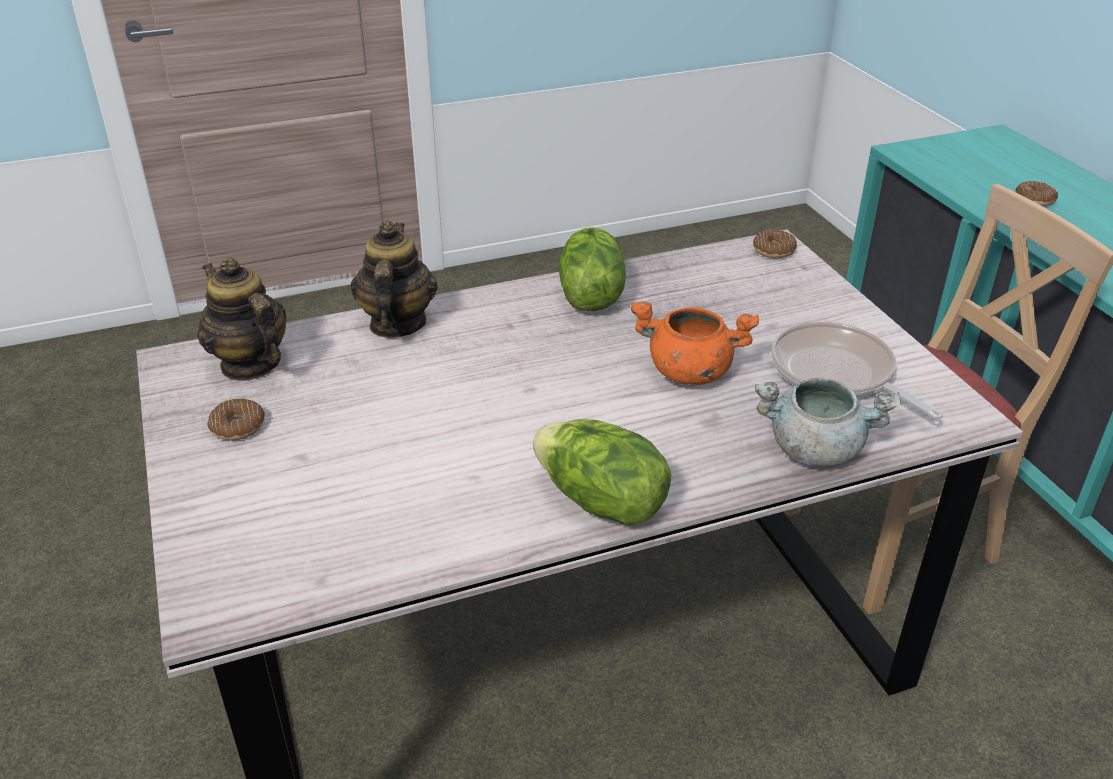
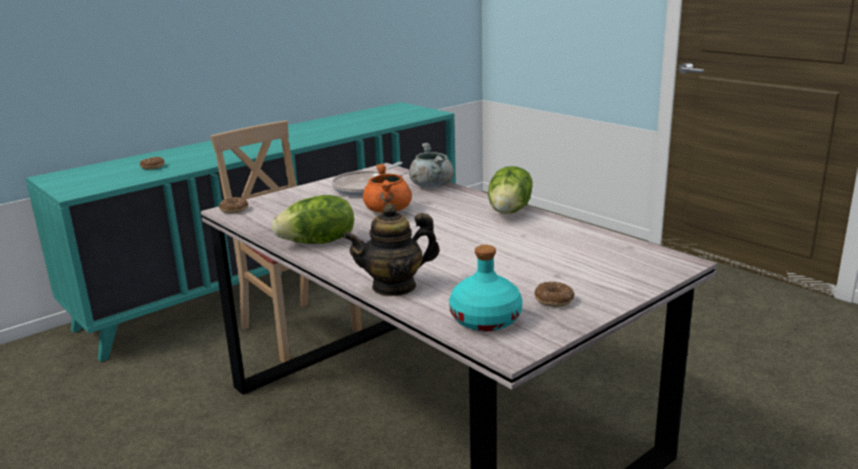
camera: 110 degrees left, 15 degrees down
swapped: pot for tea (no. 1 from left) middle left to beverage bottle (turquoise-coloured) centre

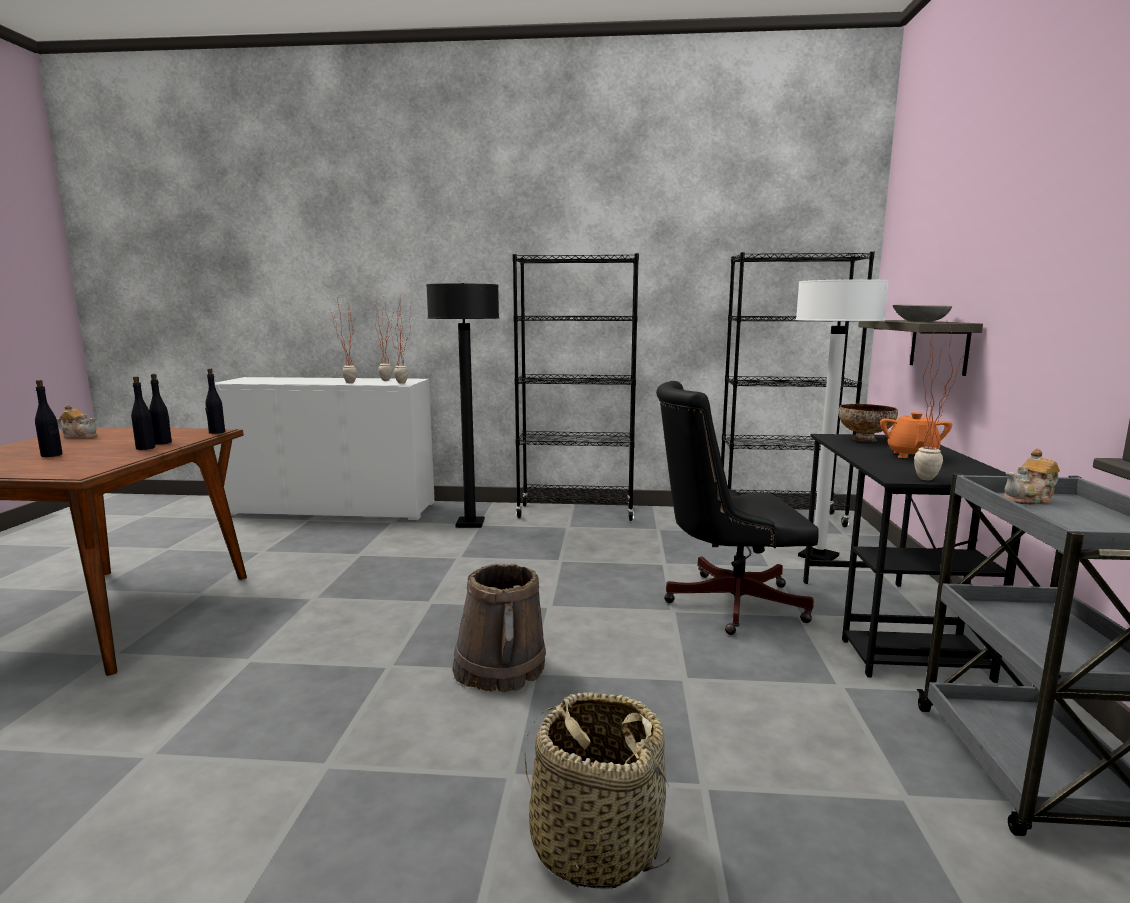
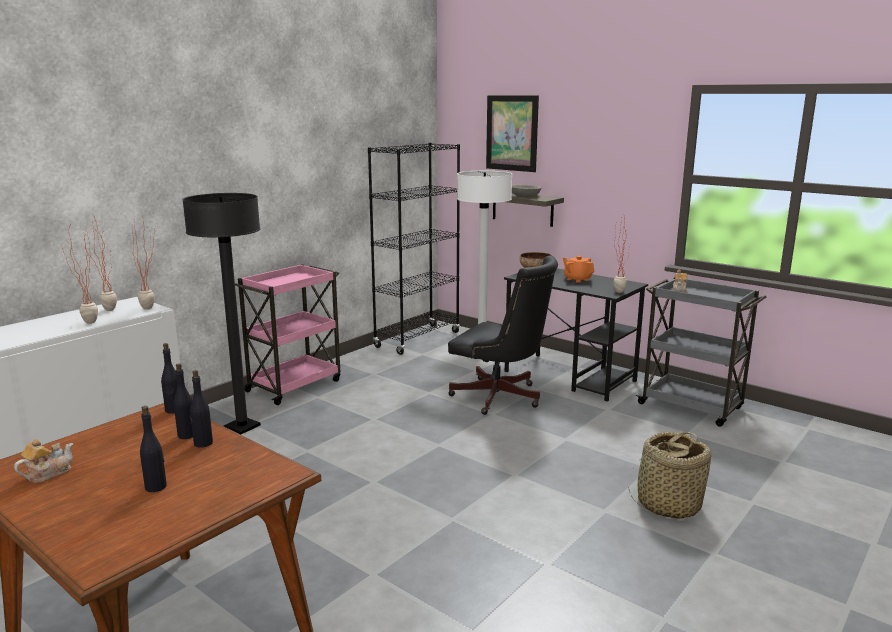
camera: 55 degrees left, 5 degrees up
gone: pail (brown) bottom centre
new: wall picture top centre
swapped: bookcase (black) (no. 1 from left) centre to wheeled cart (pinkish) middle left
rotated: computer chair (black) centre = centre 90 degrees counterclockwise

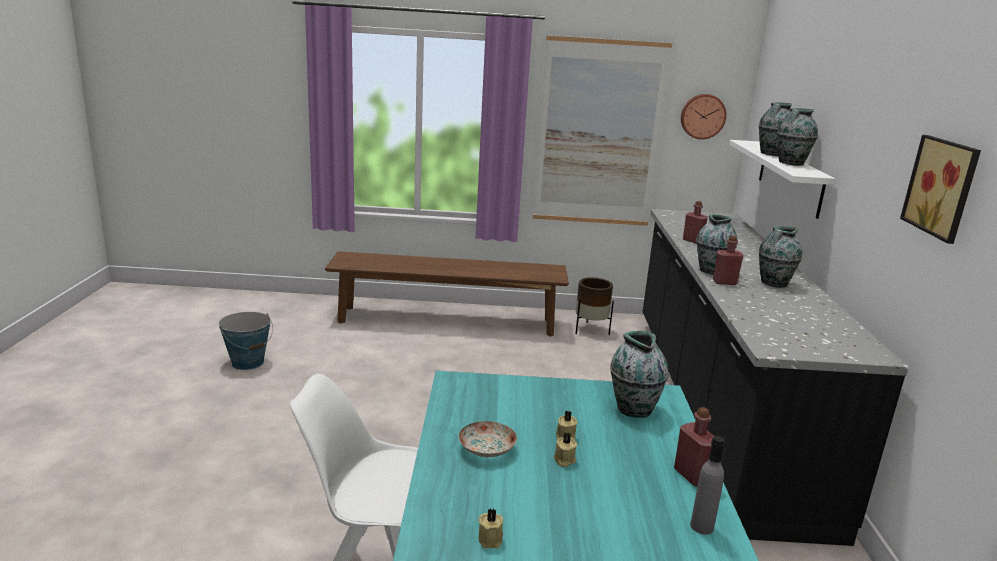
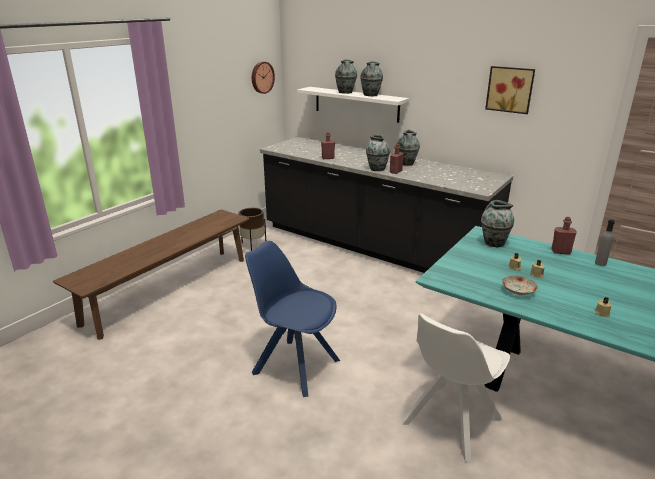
camera: 55 degrees left, 5 degrees up
gone: pail middle left; wall picture (no. 1 from left) top centre
new: plain chair (bluish) centre

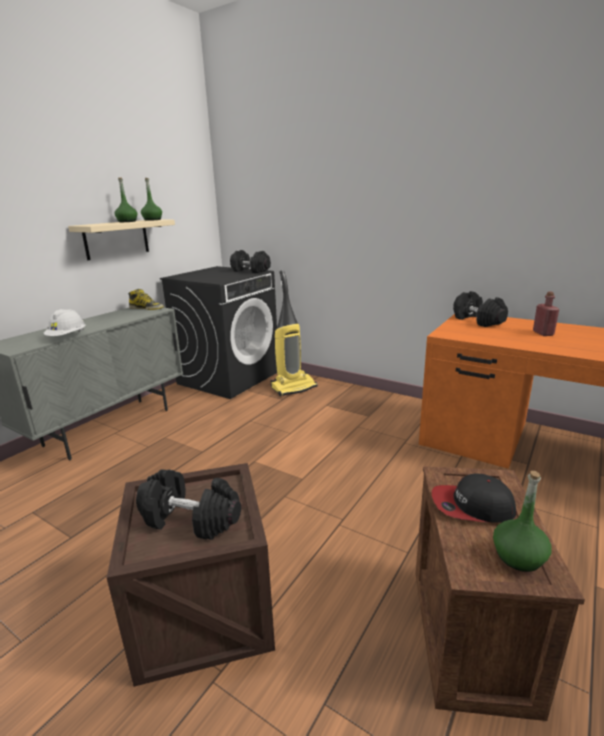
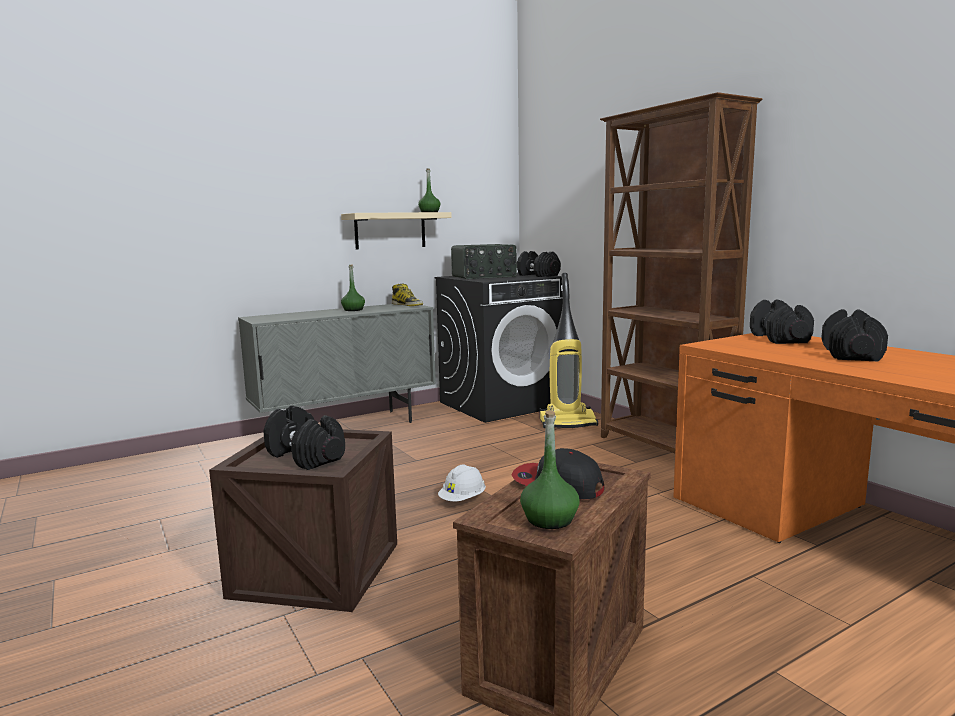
camera: 25 degrees right, 10 degrees down
new: radio centre; bookcase (brown) middle right
shifted: safety helmet (white-coloured) middle left to bottom centre; beverage bottle (green) (no. 1 from left) top left to centre
swapped: beverage bottle (reddish) middle right to free weight (black) (no. 4 from left) middle right

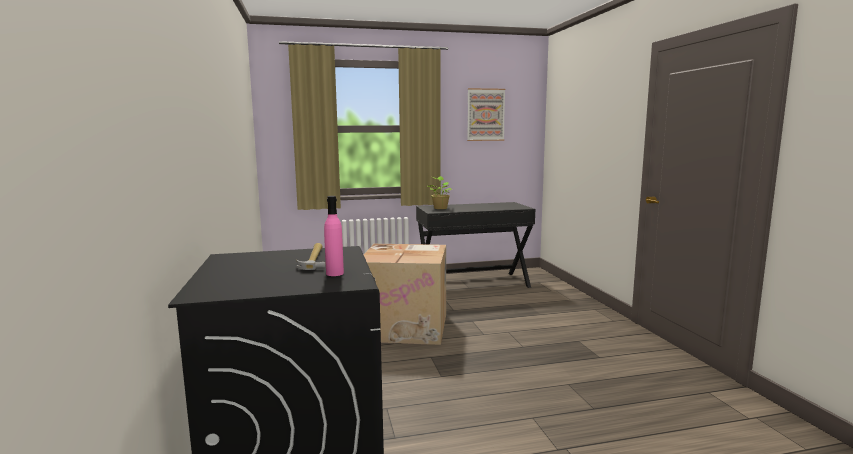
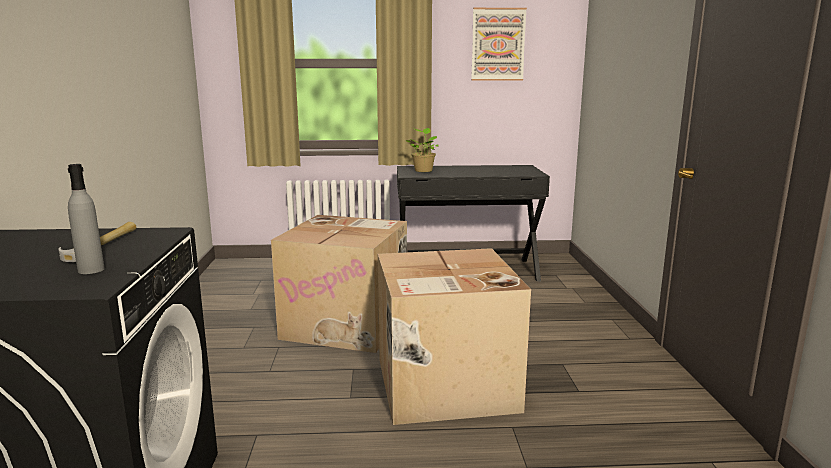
camera: 10 degrees right, 5 degrees up
new: packing box (no. 2 from left) bottom centre
repainted: beverage bottle (pinkish) centre to beverage bottle (greyish) middle left

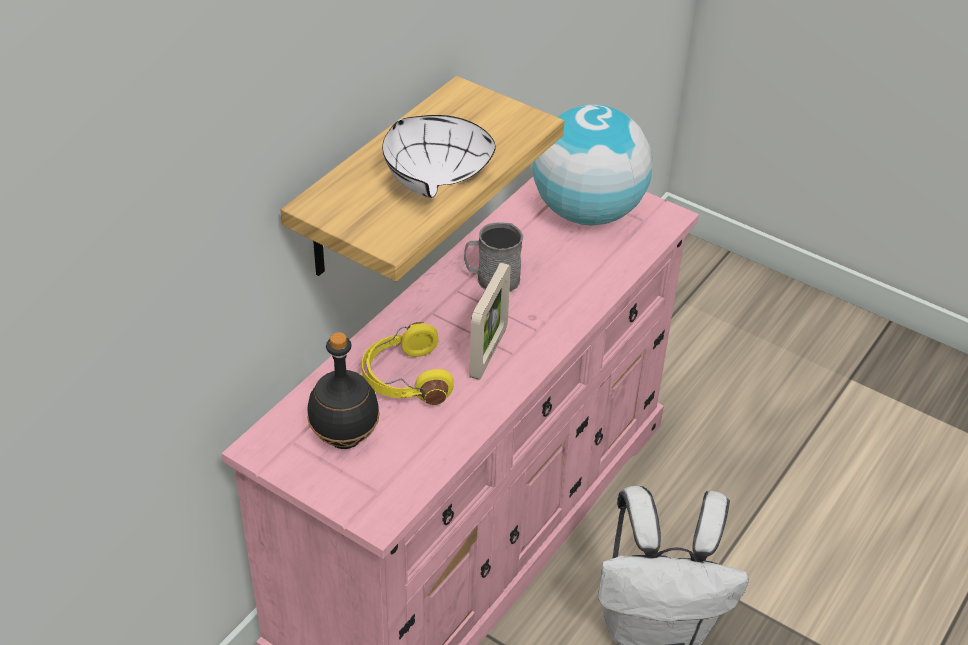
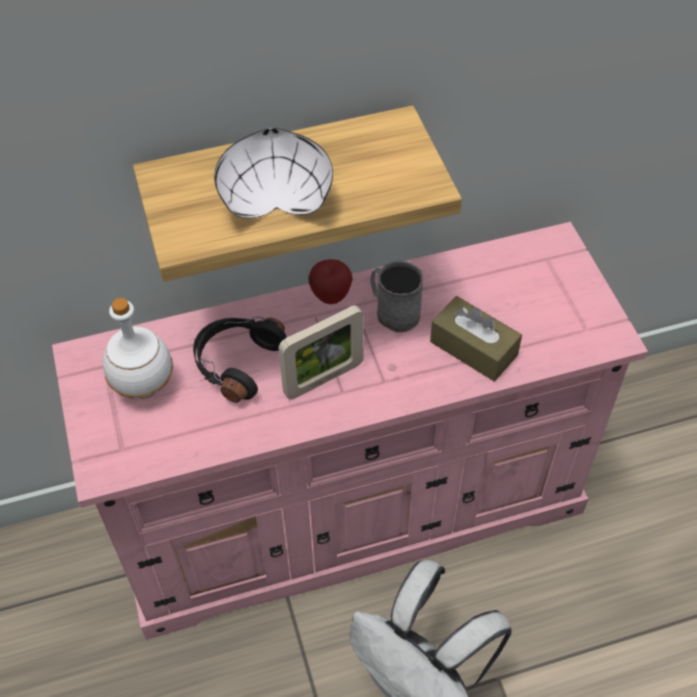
camera: 40 degrees right, 10 degrees up
gone: desk globe top centre
new: apple fruit centre; box of tissues (brown) middle right
repainted: beverage bottle (black) centre to beverage bottle (white-coloured) middle left; headphones (yellow-coloured) centre to headphones (black) centre

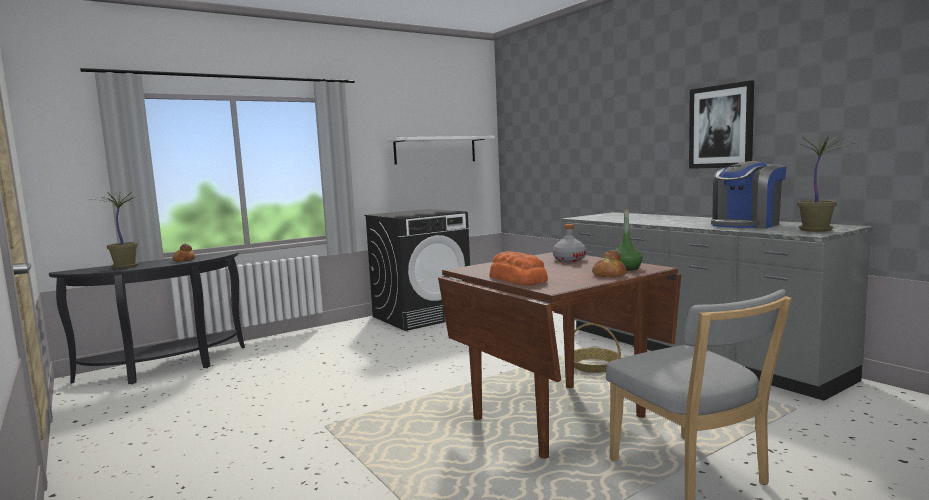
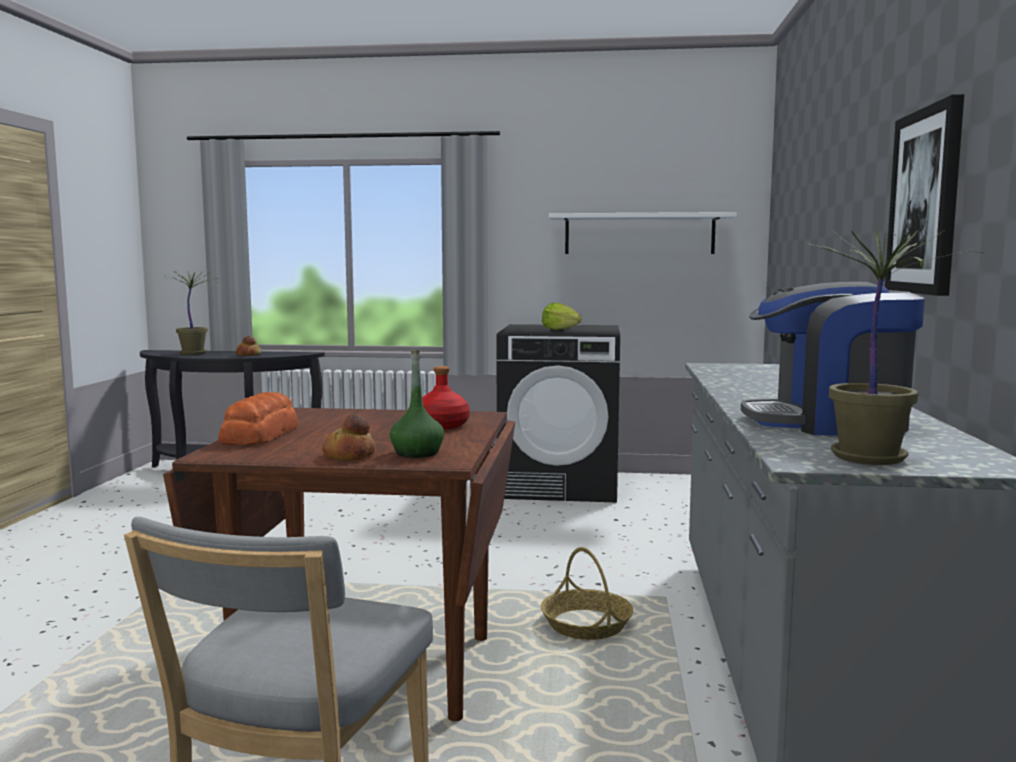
camera: 40 degrees right, 0 degrees up
new: lettuce head centre
repainted: beverage bottle (greyish) centre to beverage bottle (reddish) centre

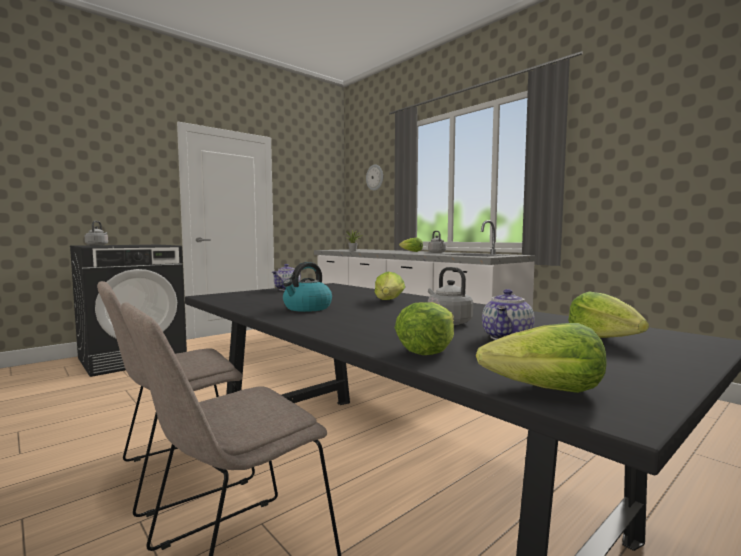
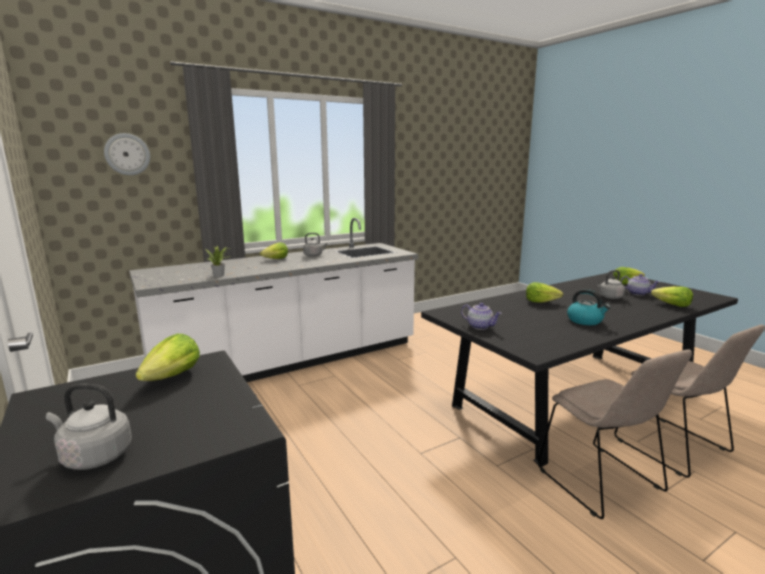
camera: 80 degrees left, 10 degrees up
shifted: lettuce head (no. 4 from left in the first image) middle right to lettuce head (no. 1 from left) middle left

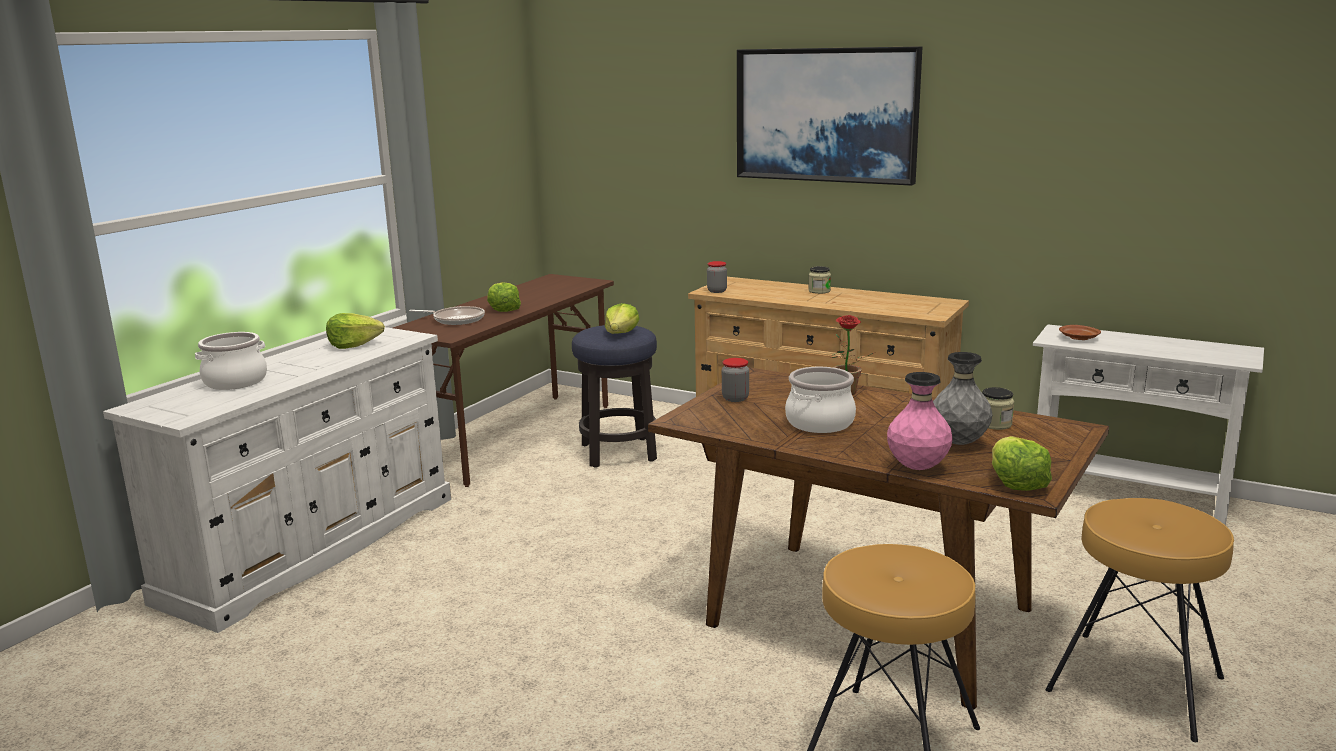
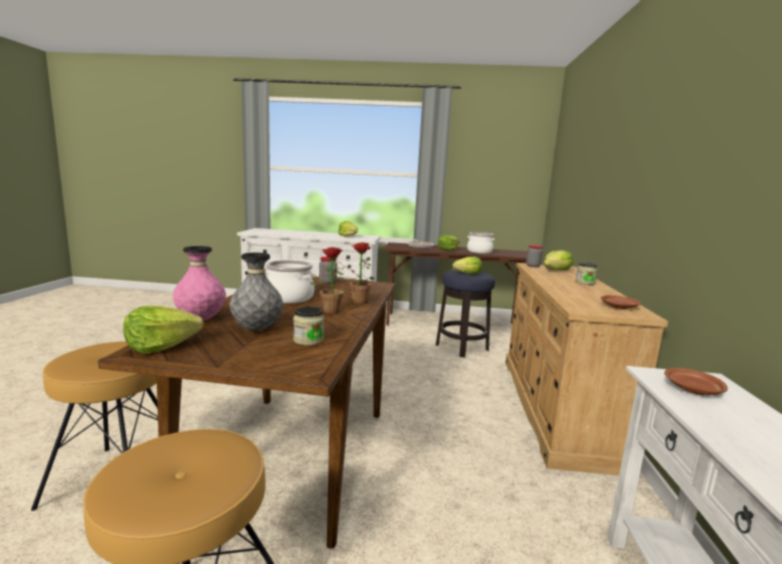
camera: 65 degrees right, 5 degrees down
gone: wall picture top centre
new: potted plant (no. 1 from left) centre; lettuce head (no. 5 from left) middle right; dinner plate (brown) (no. 1 from left) middle right
shifted: stockpot (no. 1 from left in the first image) middle left to stockpot (no. 2 from left) centre

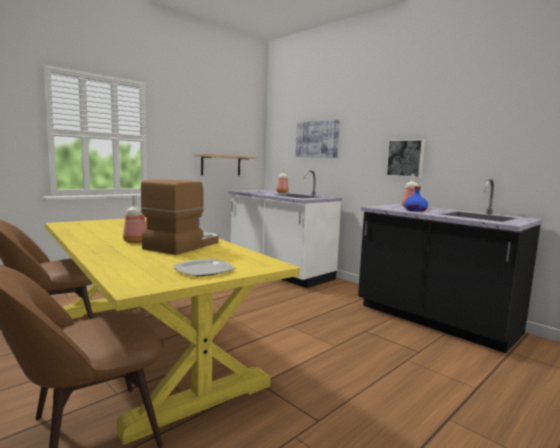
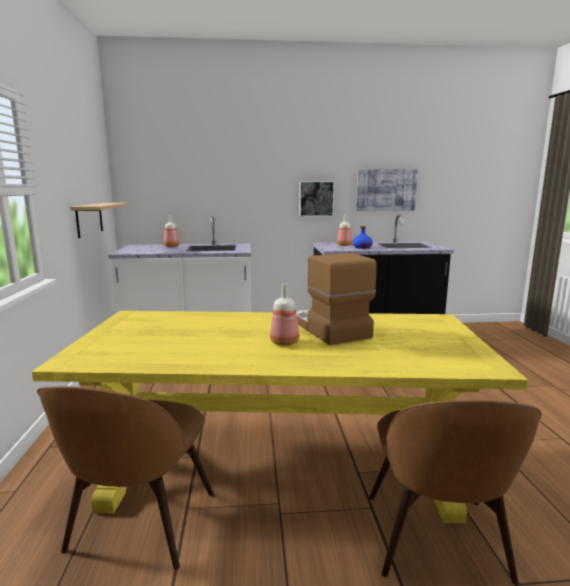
camera: 50 degrees left, 5 degrees up
gone: dinner plate centre
shifted: wall picture (no. 1 from left in the first image) top centre to wall picture (no. 2 from left) top right

